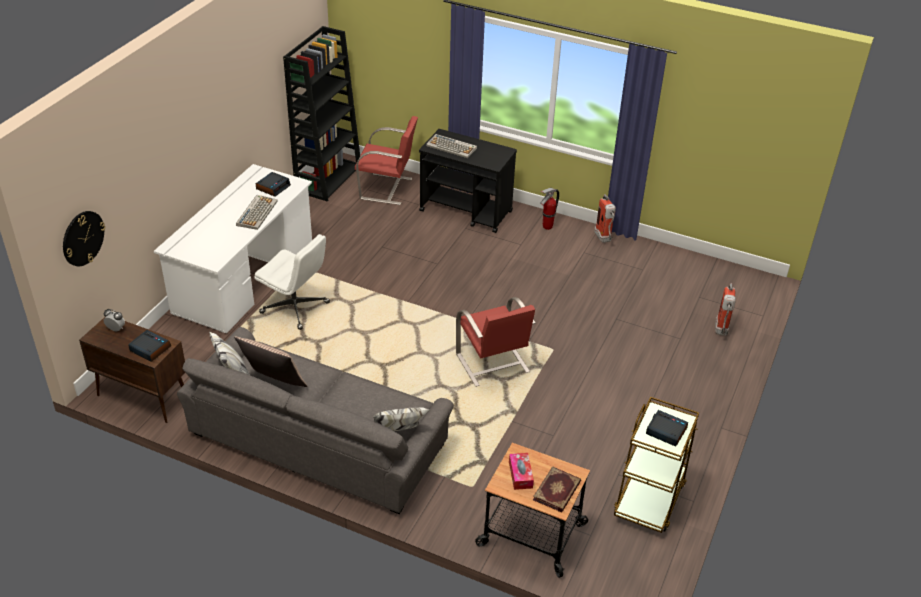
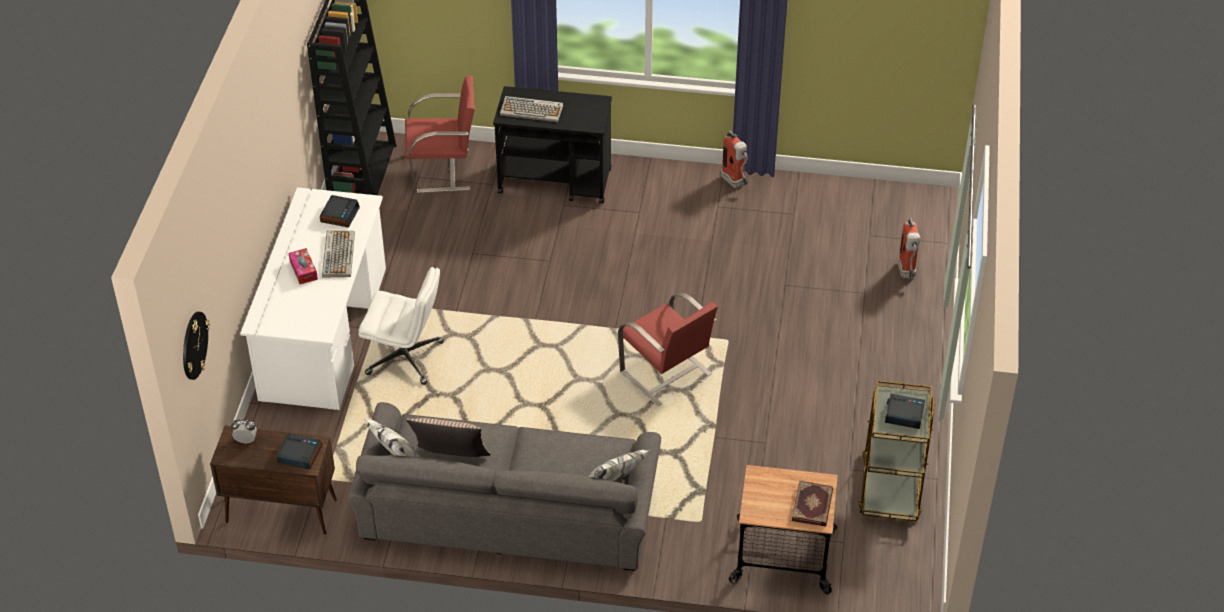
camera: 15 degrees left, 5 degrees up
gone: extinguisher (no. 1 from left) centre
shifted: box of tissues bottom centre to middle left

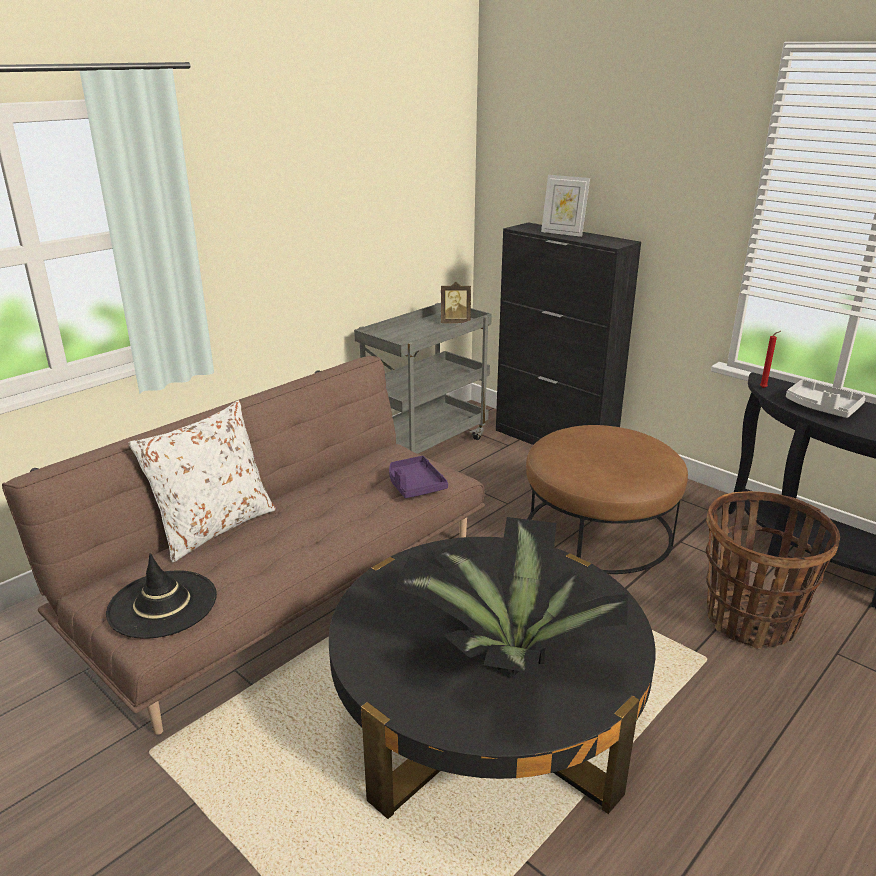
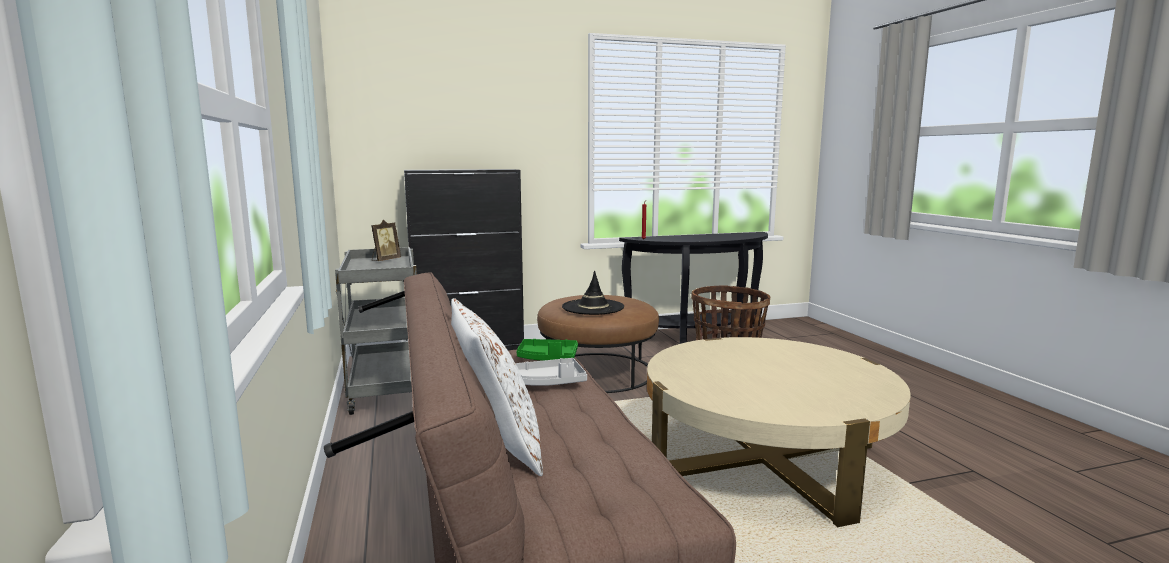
camera: 60 degrees left, 15 degrees down
gone: potted plant bottom centre; photo frame (no. 2 from left) top centre
shifted: clothing hat (black) bottom left to centre; carrying tray (greyish) middle right to centre
repainted: coffee table (black) bottom centre to coffee table (sand-coloured) bottom centre; carrying tray (purple-coloured) centre to carrying tray (green) centre

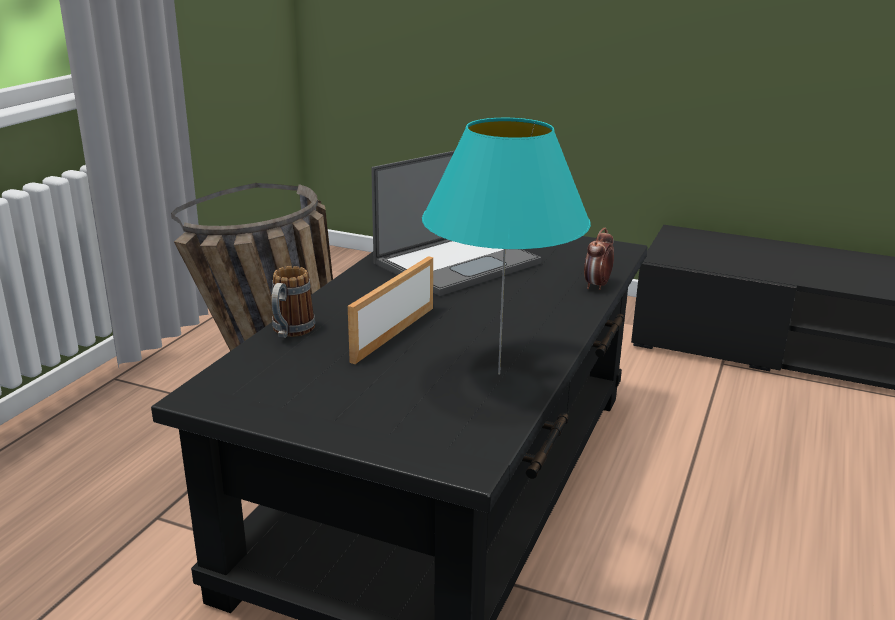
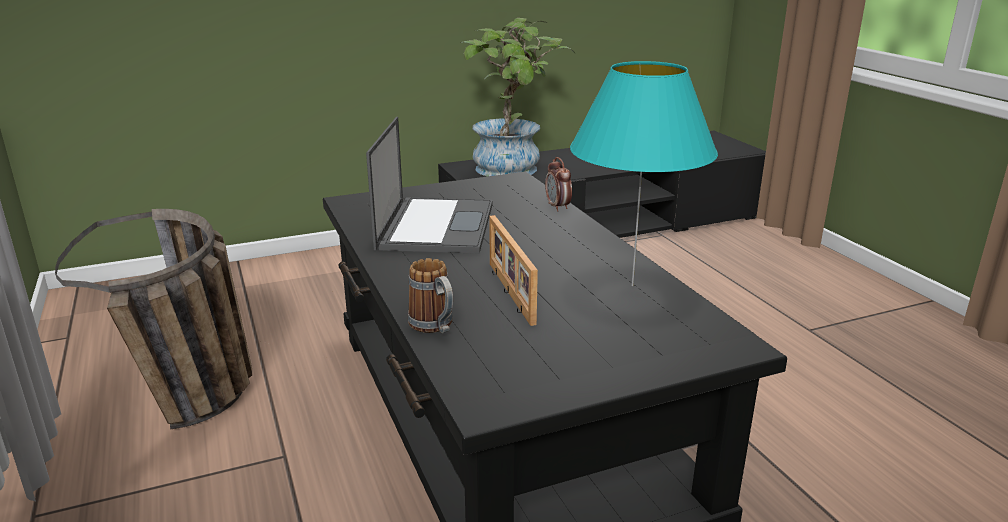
camera: 45 degrees left, 0 degrees up
new: potted plant top centre

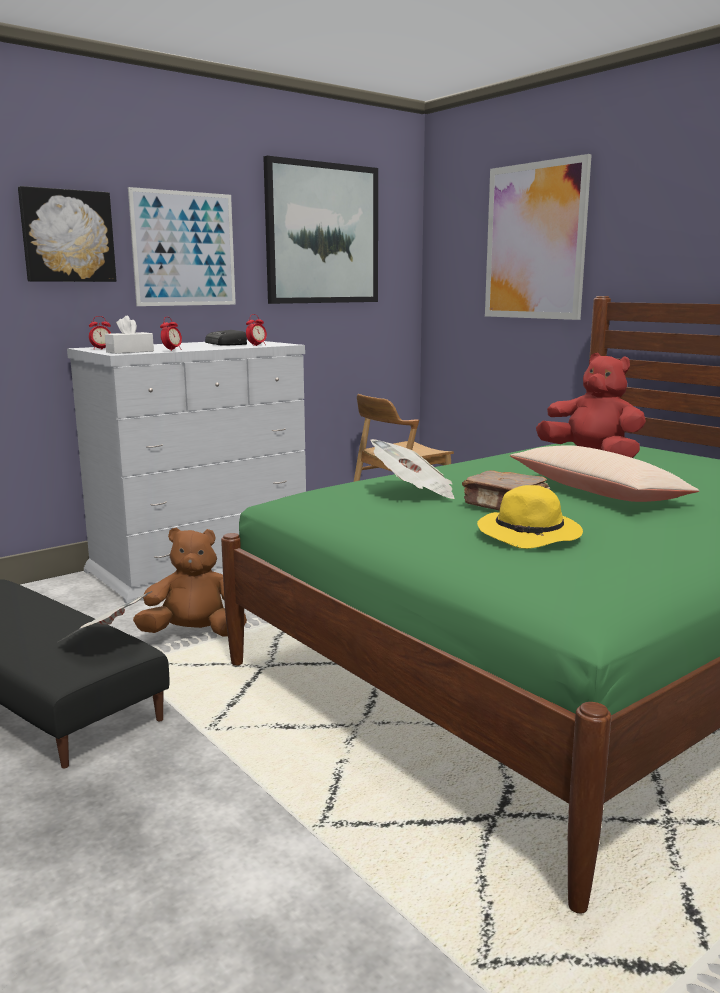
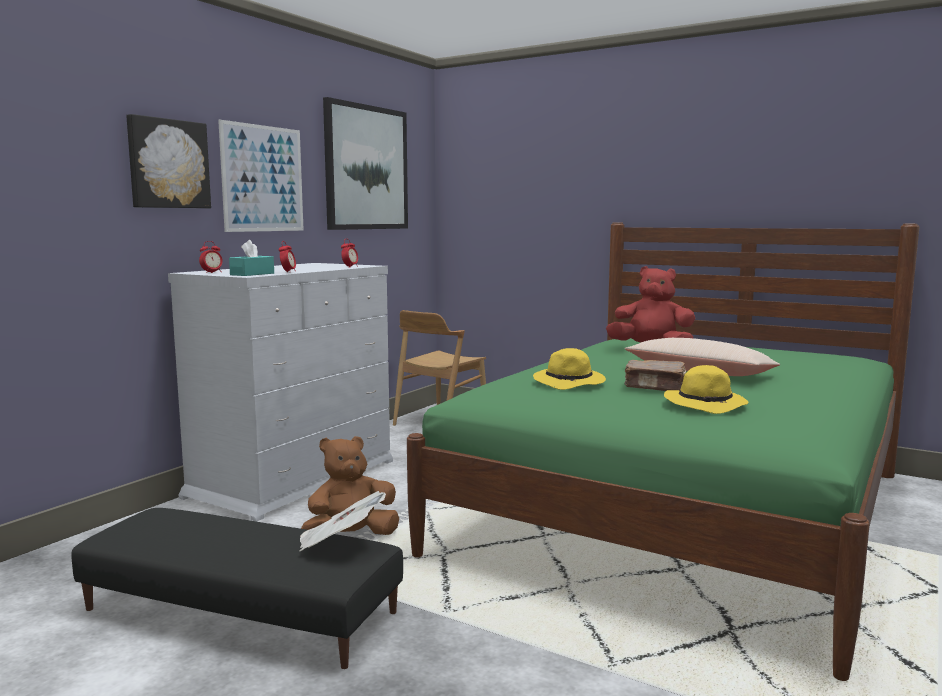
camera: 20 degrees left, 5 degrees down
gone: radio middle left; wall picture (no. 4 from left) top right
swapped: printed paper (no. 2 from left) centre to clothing hat (yellow-coloured) (no. 1 from left) centre
repainted: box of tissues (white-coloured) middle left to box of tissues (turquoise-coloured) middle left

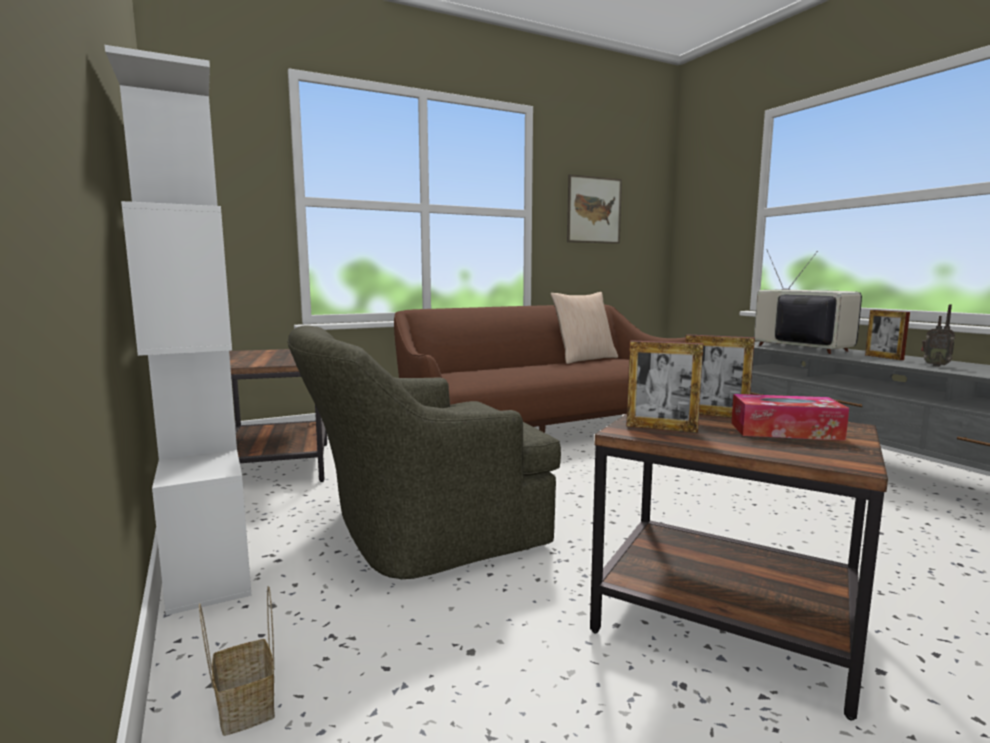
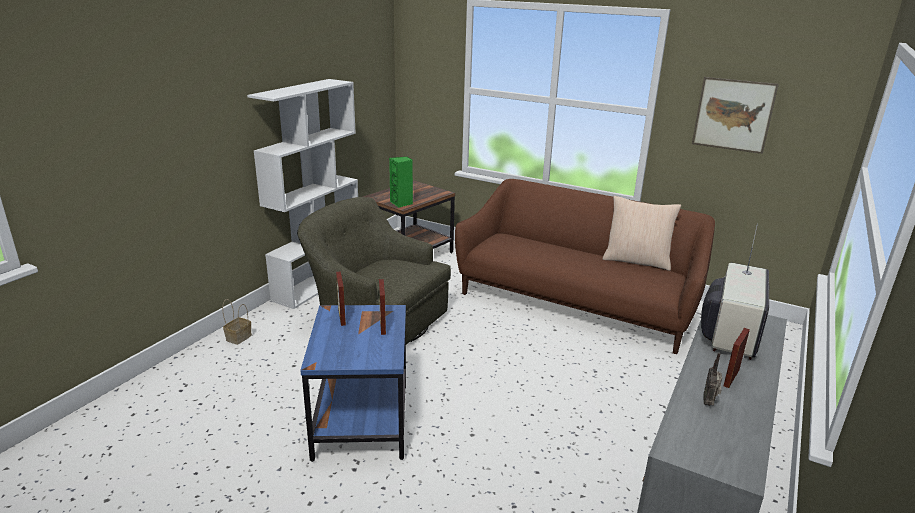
camera: 55 degrees right, 15 degrees up
gone: box of tissues middle right
new: loudspeaker (green) centre
repainted: accent table (brown) (no. 2 from left) bottom right to accent table (bluish) bottom centre

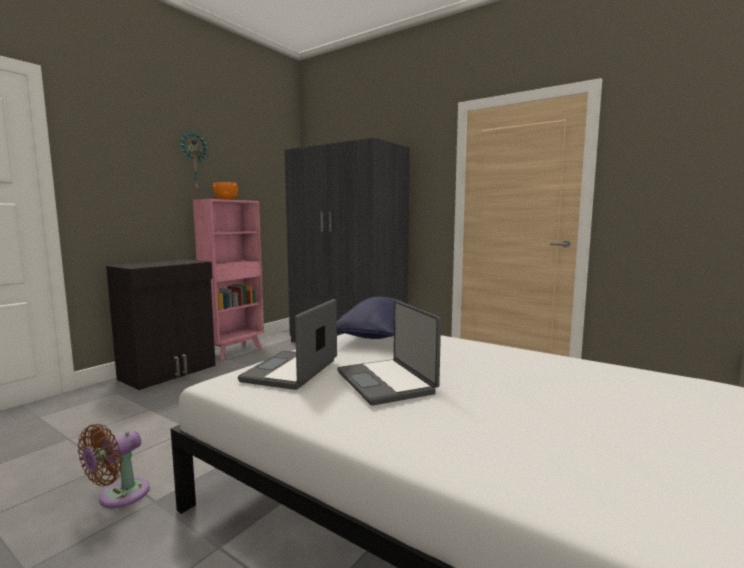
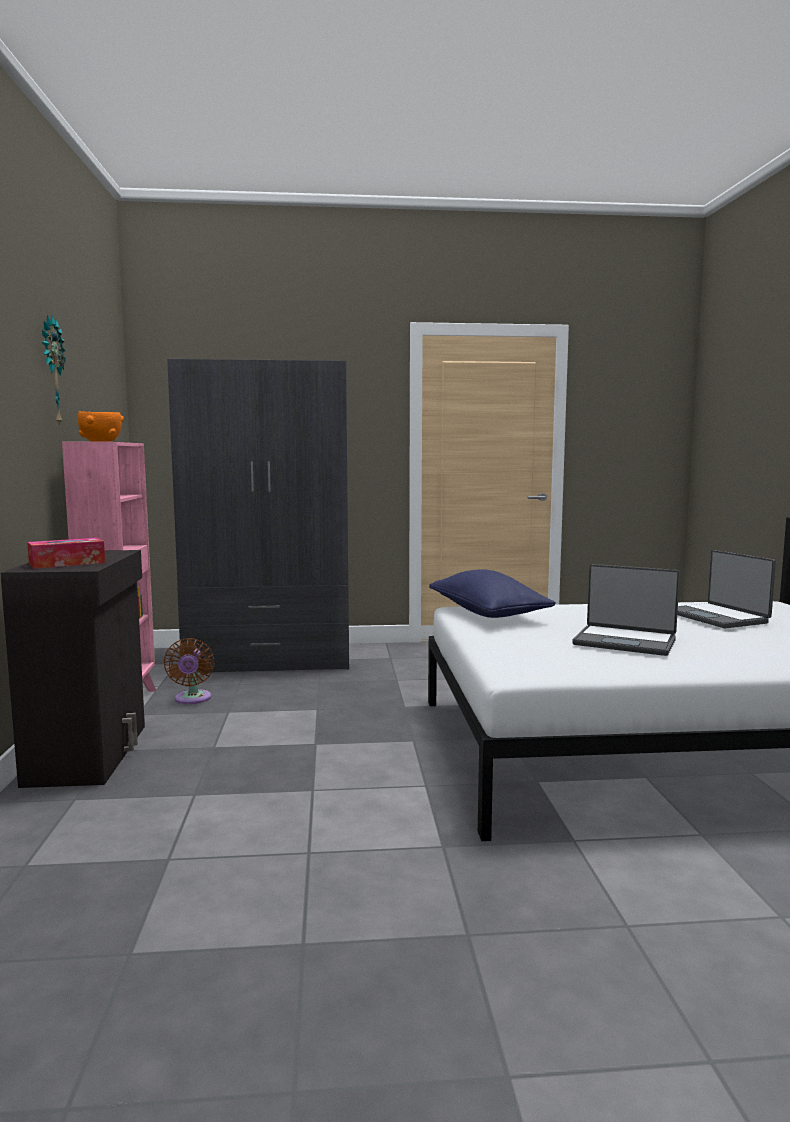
camera: 40 degrees left, 0 degrees up
new: box of tissues middle left
shifted: electric fan (brown) bottom left to middle left; notebook computer (no. 1 from left in the first image) centre to notebook computer (no. 2 from left) middle right

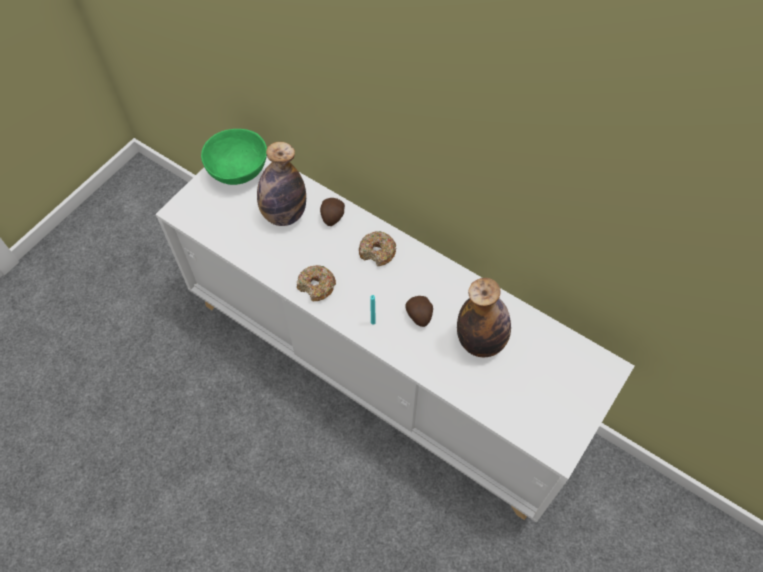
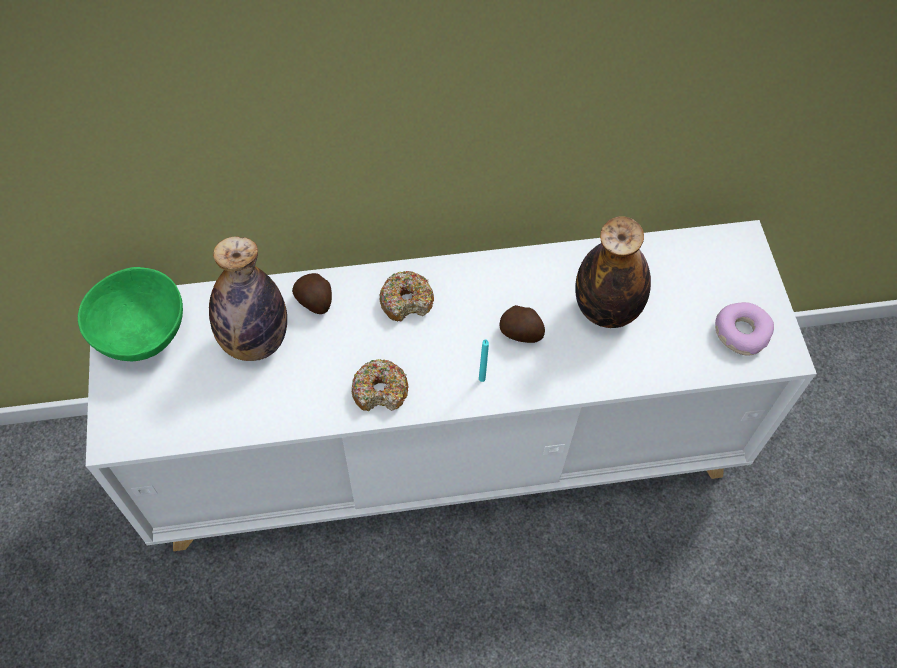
camera: 45 degrees left, 0 degrees up
new: donut (no. 3 from left) middle right

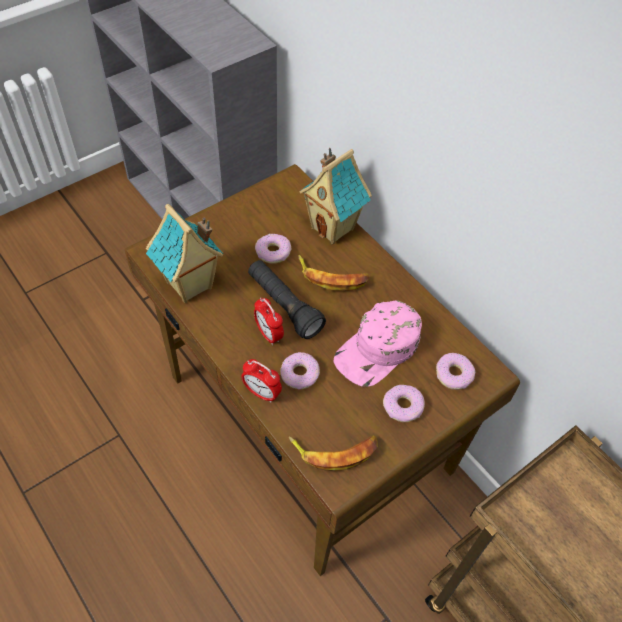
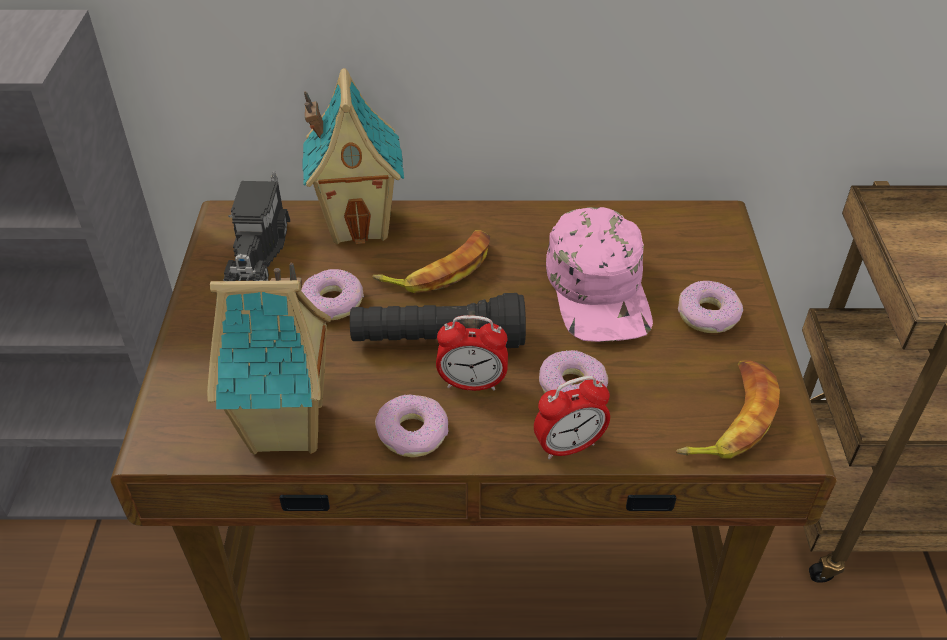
camera: 50 degrees left, 10 degrees down
new: model truck middle left
shifted: donut (no. 4 from left in the first image) middle right to donut (no. 2 from left) centre

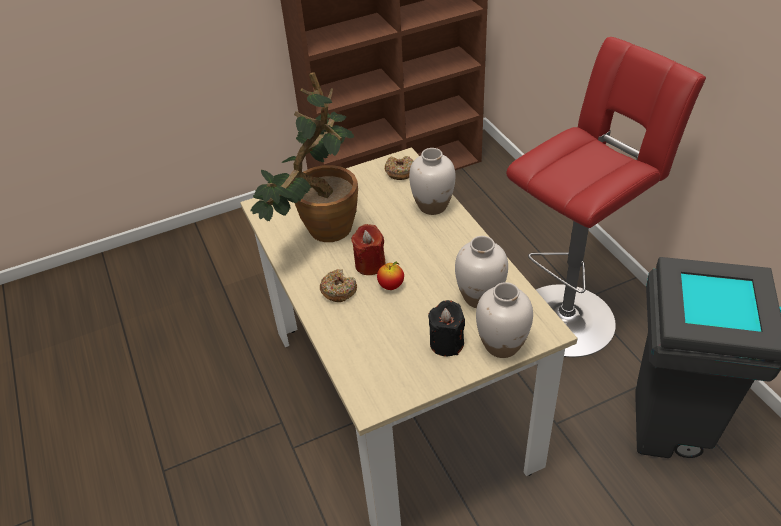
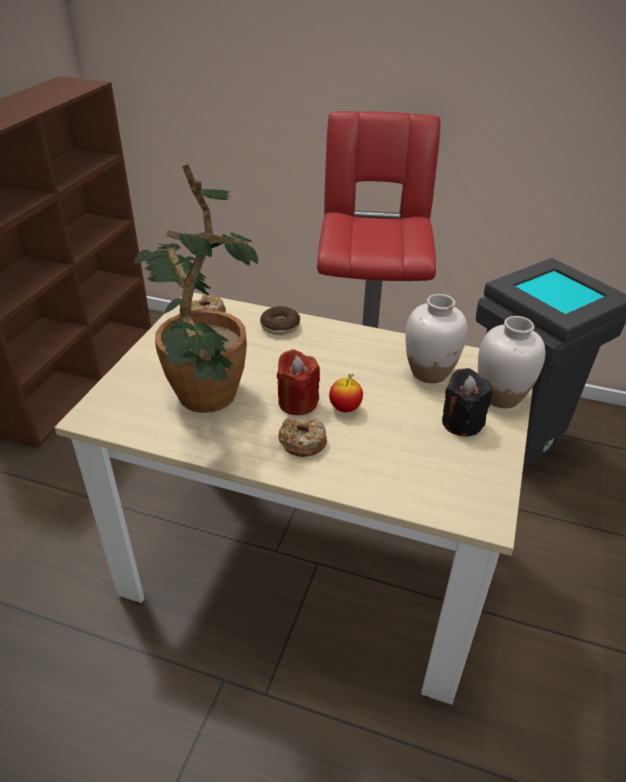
camera: 50 degrees left, 5 degrees down
swapped: vase (white-coloured) (no. 1 from left) centre to donut (no. 2 from left) centre

